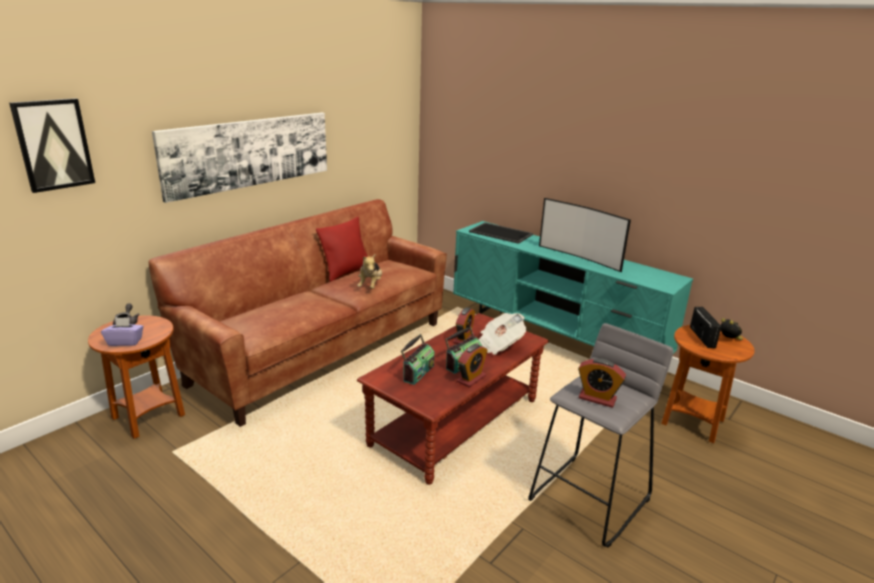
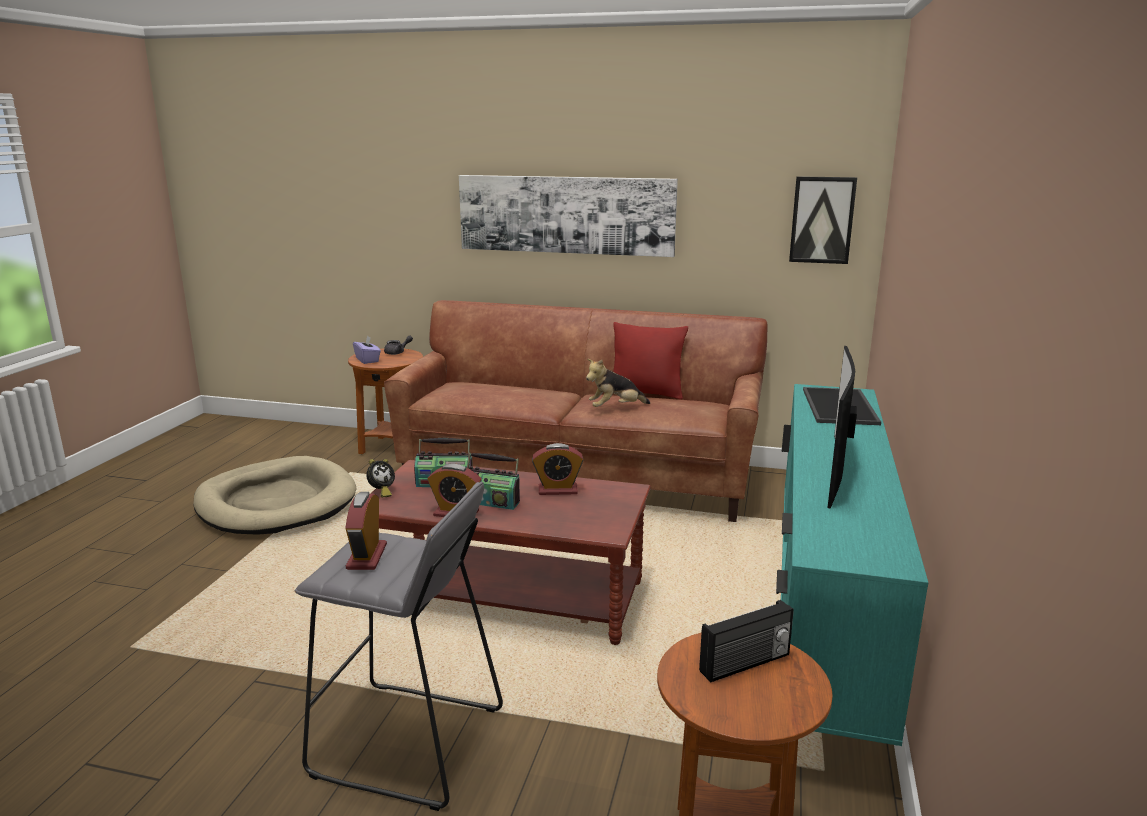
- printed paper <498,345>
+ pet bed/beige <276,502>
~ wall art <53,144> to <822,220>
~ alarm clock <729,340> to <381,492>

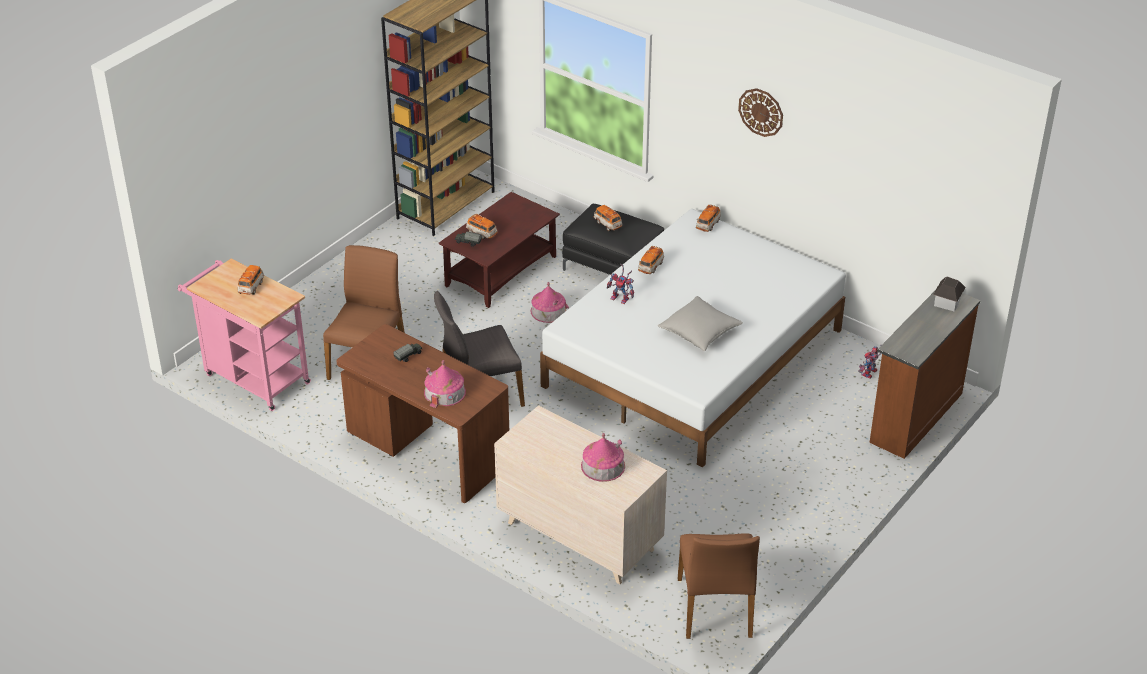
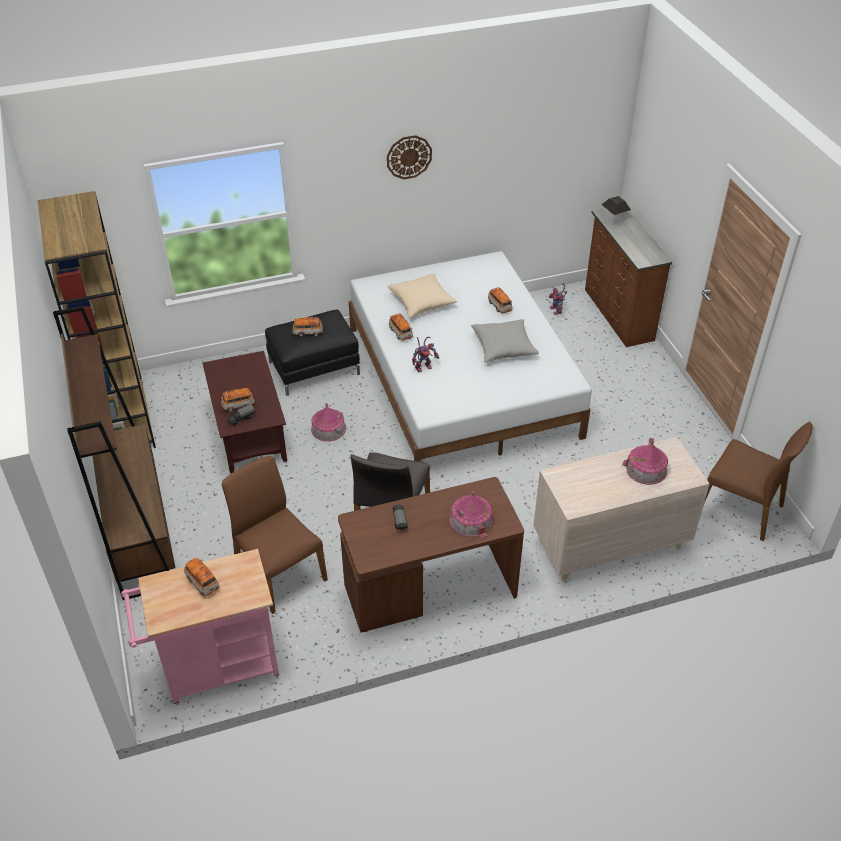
+ bookcase/brownish <139,531>
+ throw pillow/beige <421,302>
~ model car <708,225> to <499,306>

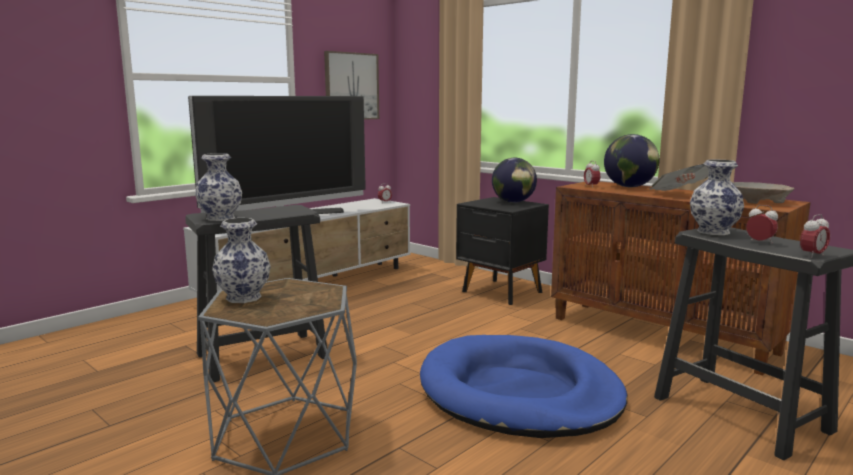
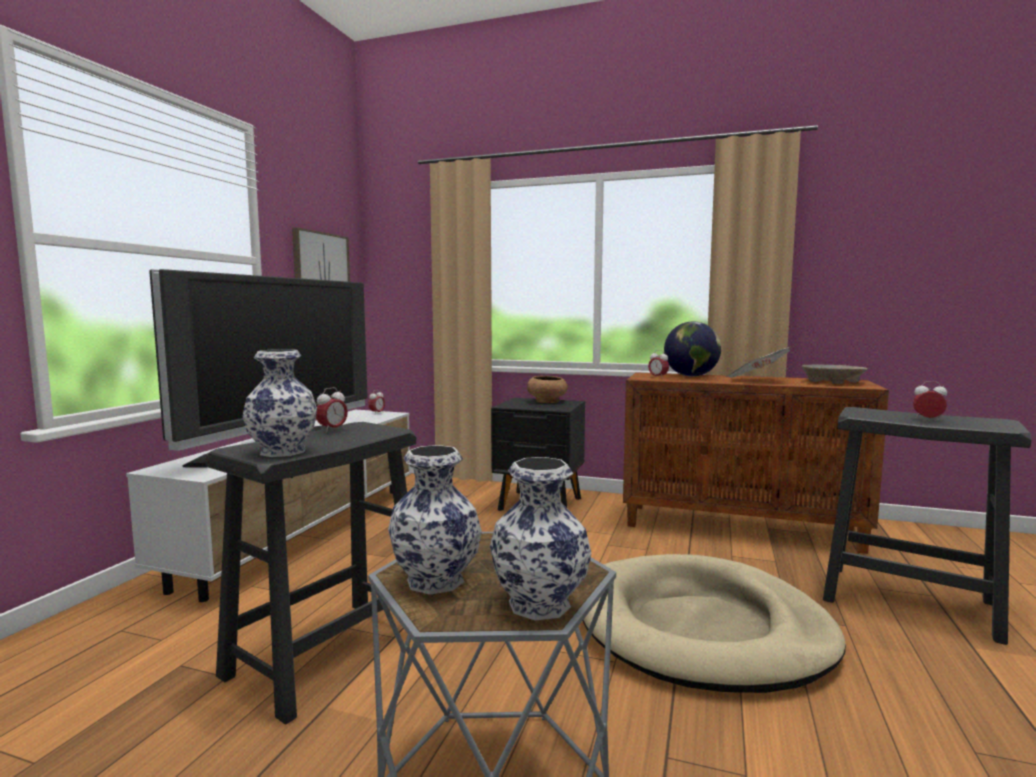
~ decorative vase <713,231> to <540,603>
~ alarm clock <812,255> to <332,430>
~ globe <513,202> to serving bowl/brownish <547,401>
~ pet bed/bluish <519,393> to pet bed/beige <701,628>

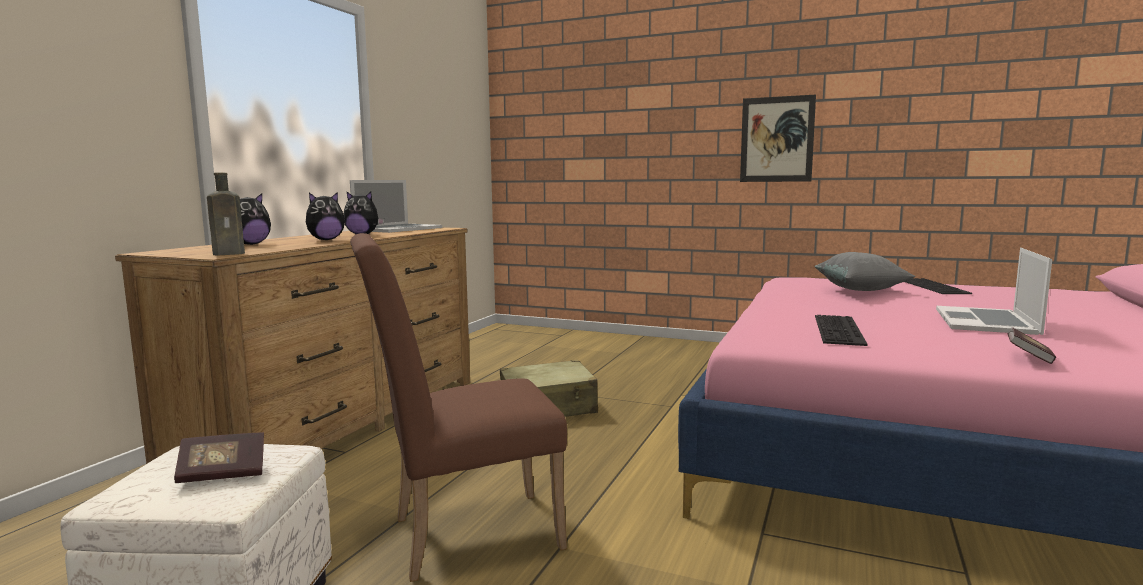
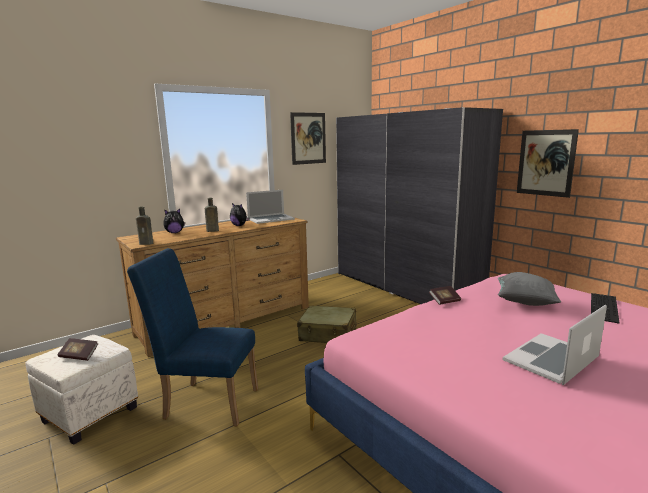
- PC keyboard <841,330>
+ wall art <308,138>
+ wardrobe/gray <404,287>
~ bound book <1029,358> to <444,301>
~ cuddly toy <326,240> to drink bottle/brownish <211,231>
~ chair/brownish <462,534> to chair/bluish <206,401>

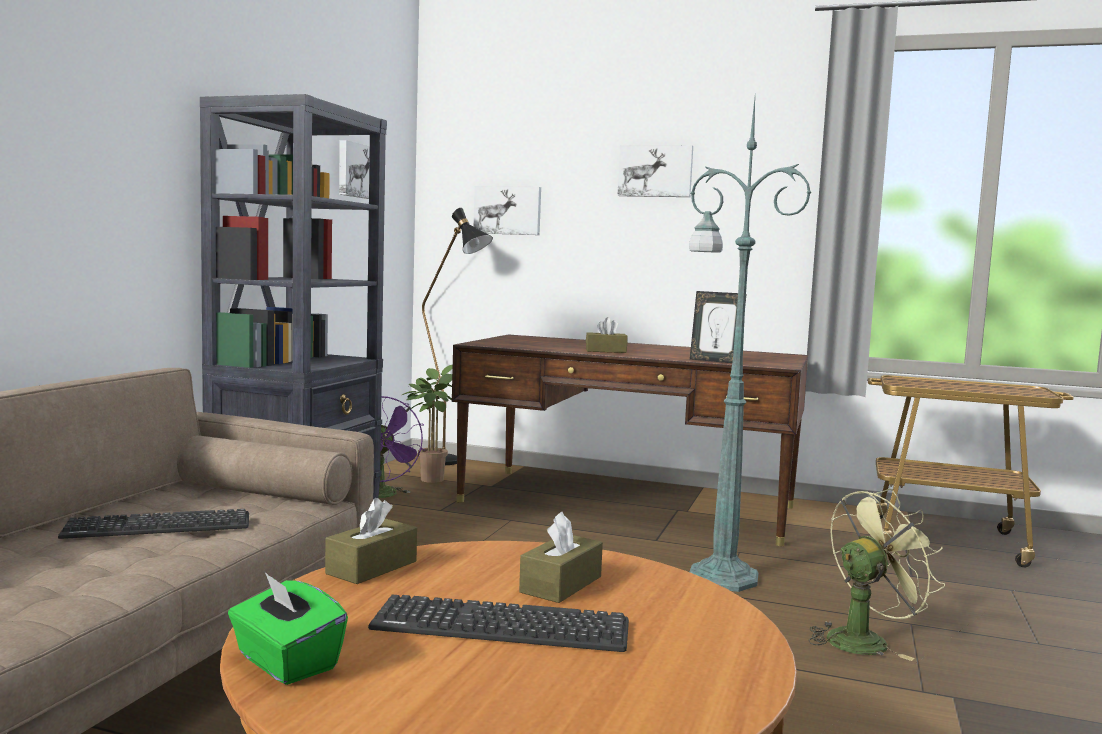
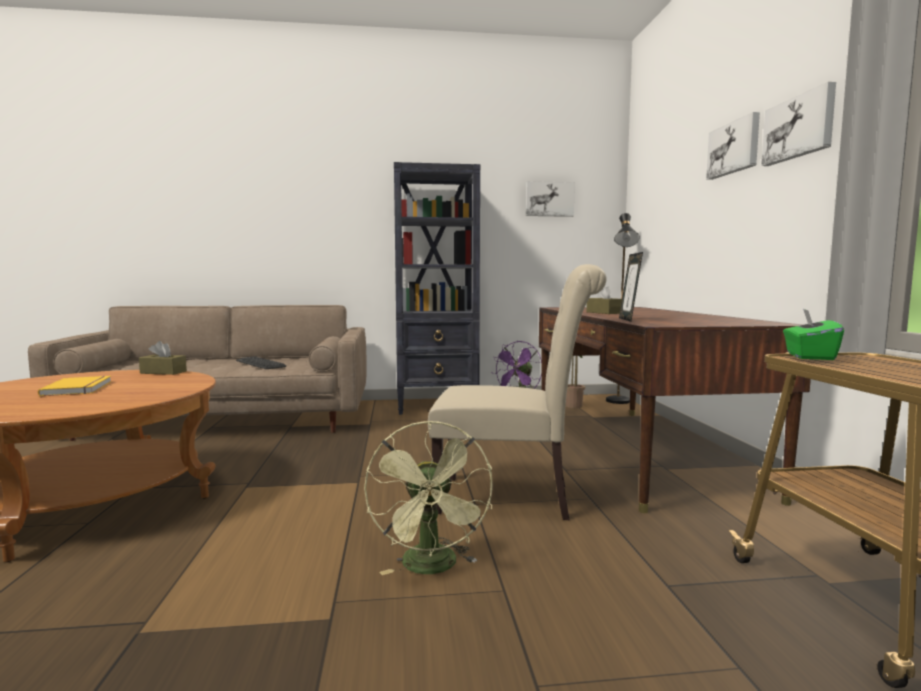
- tissue box/brownish <561,584>
~ tissue box/greenish <285,662> to <809,356>
~ wall art <508,210> to <799,127>
~ PC keyboard <501,626> to bound book/yellow-coloured <80,388>
~ standing lamp/greenish <719,576> to chair/beige <514,498>
~ fan/greenish <865,640> = <432,568> 45 degrees clockwise

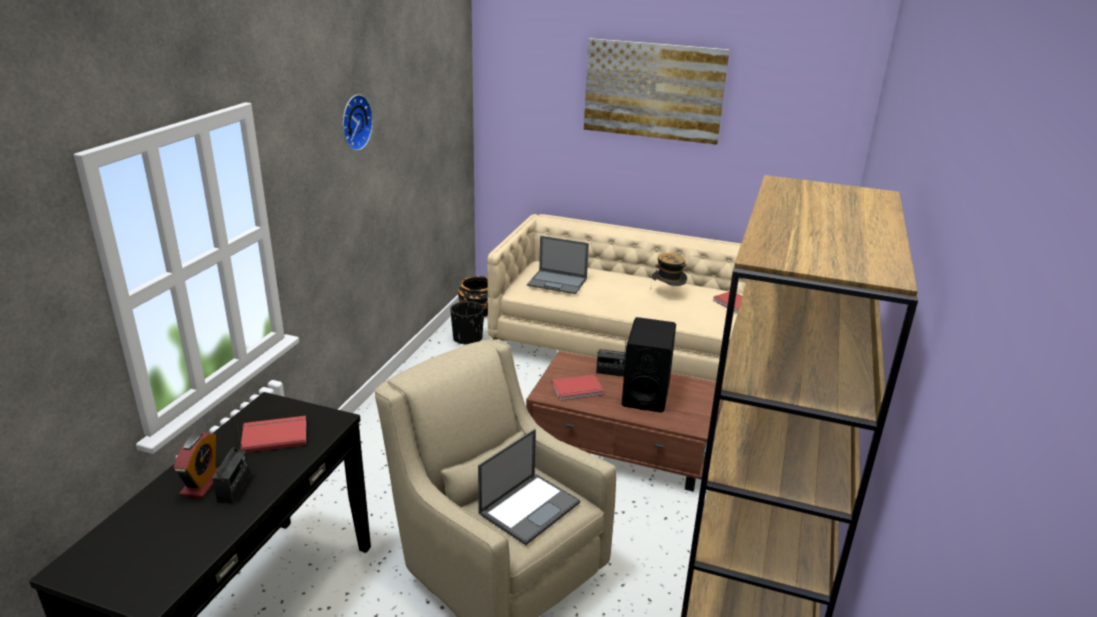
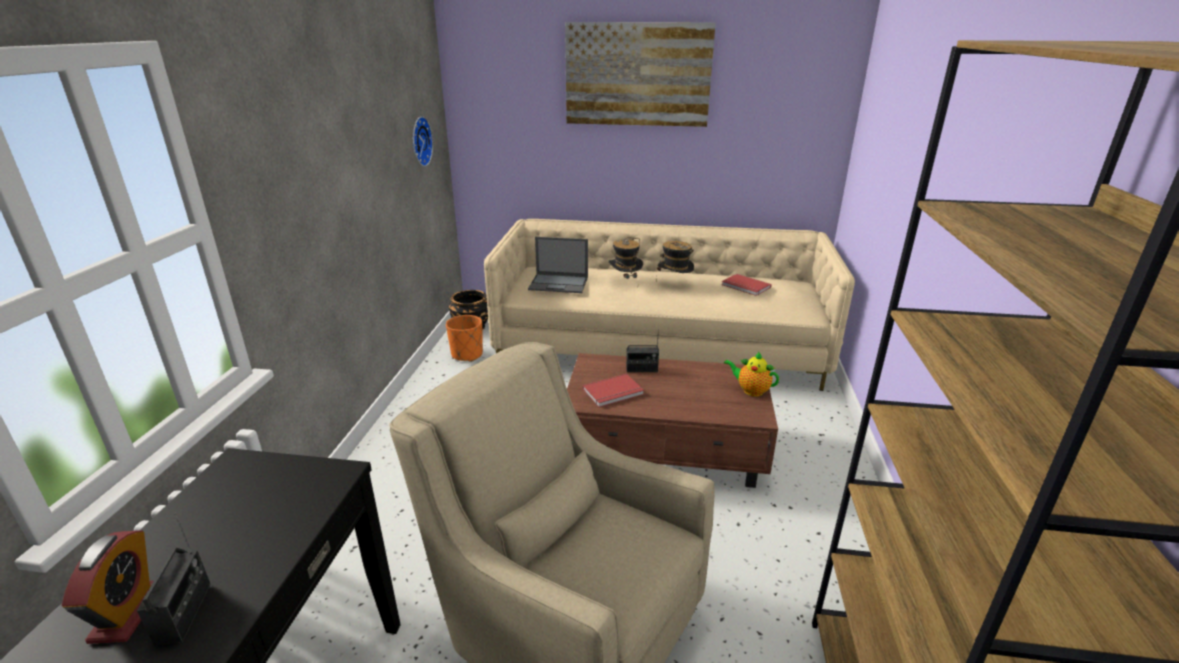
- bound book/reddish <274,435>
- notebook computer <530,507>
- loudspeaker/blackish <645,394>
+ hat <625,282>
+ tea pot <750,390>
~ clock on the wall <353,122> to <419,141>
~ planter/blackish <468,338> to planter/orange-coloured <467,354>

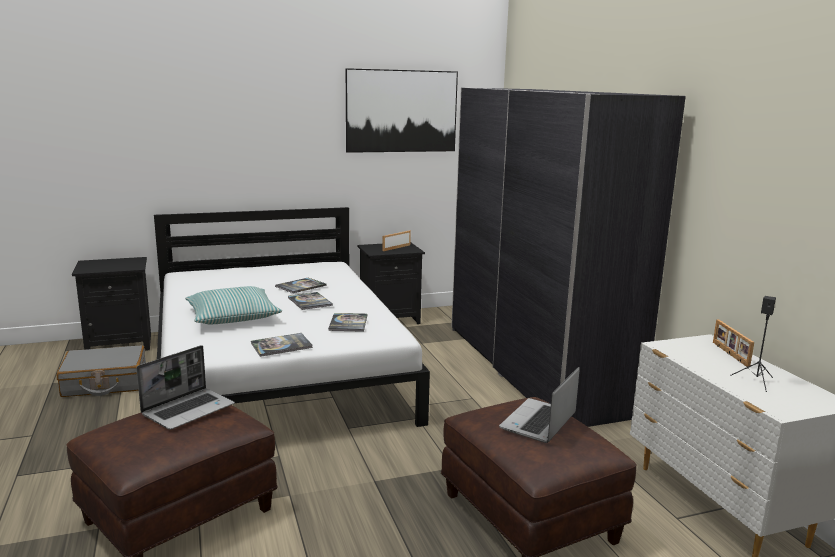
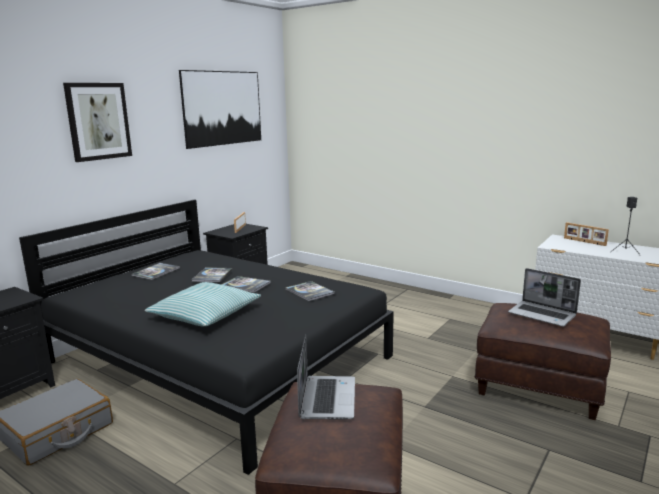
- wardrobe/gray <533,368>
+ wall art <98,121>
~ bound book <281,345> to <156,272>
~ bedroom bed/white-coloured <278,372> to bedroom bed/blackish <219,359>
~ notebook computer <539,423> = <543,315> 45 degrees counterclockwise

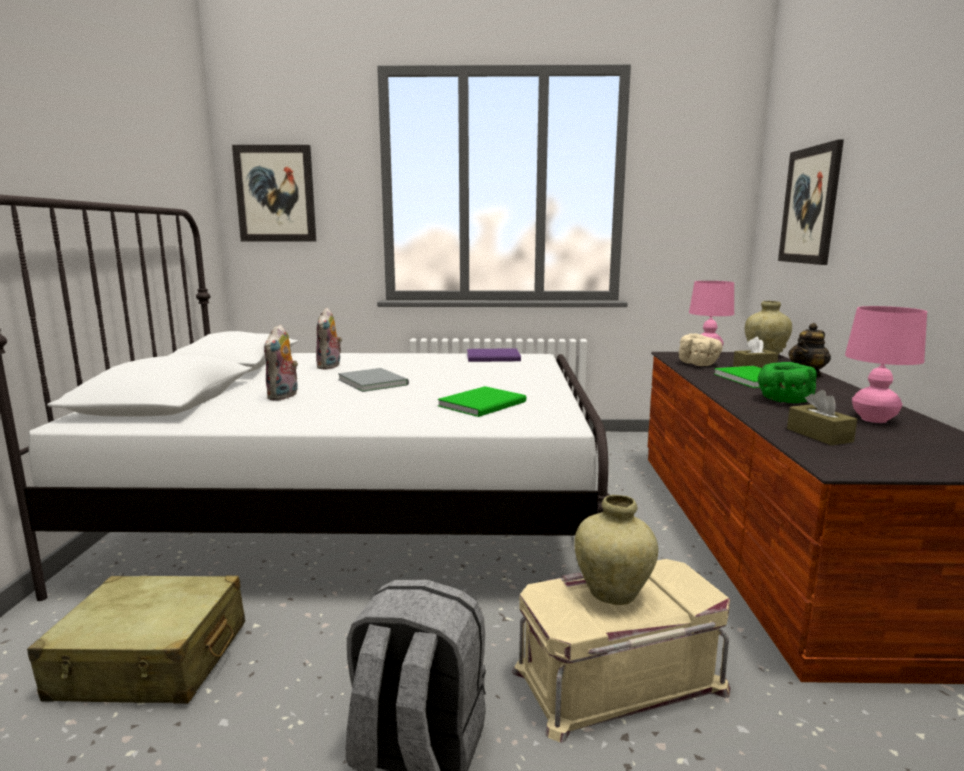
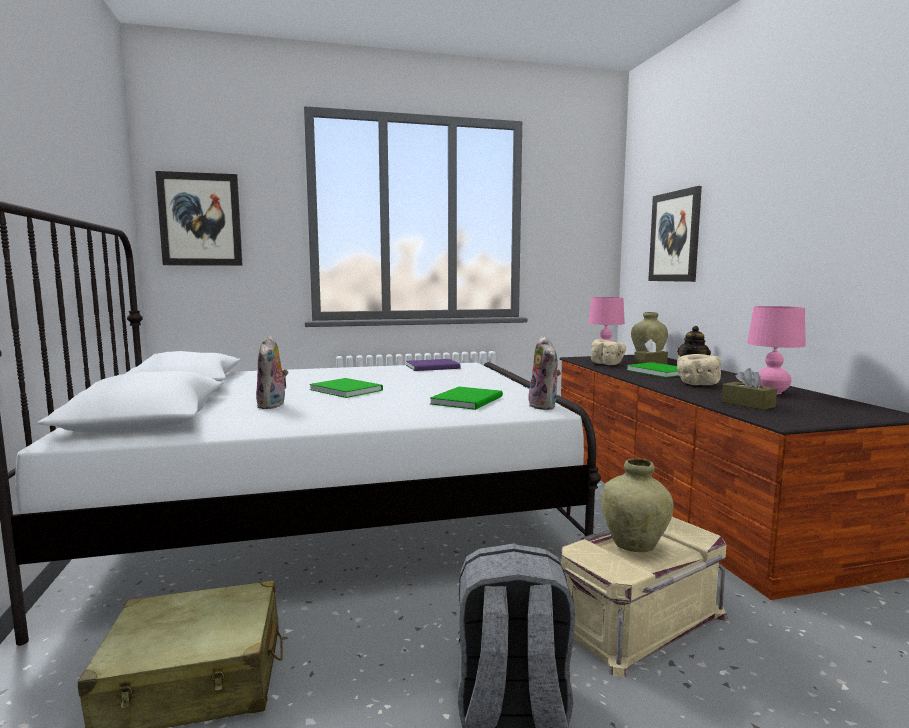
~ cuddly toy <330,367> to <545,406>
~ bound book/gray <373,381> to bound book/greenish <346,389>
~ serving bowl/greenish <783,401> to serving bowl/beige <697,384>

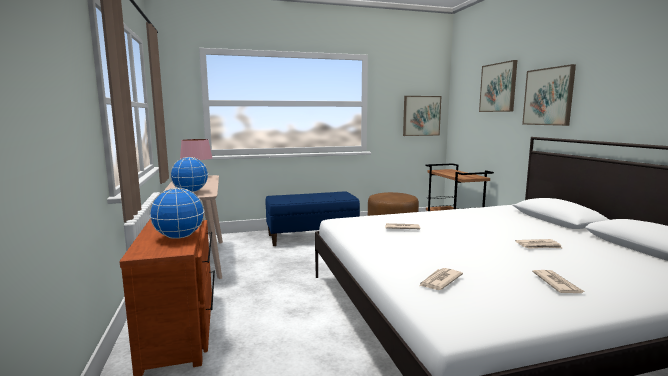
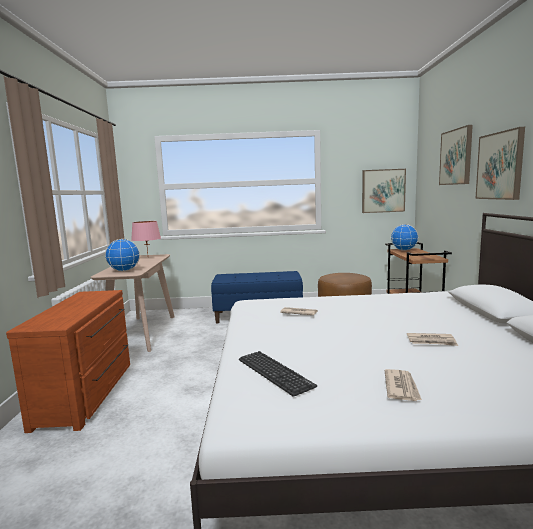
~ globe <179,237> to <404,250>
~ printed paper <439,281> to PC keyboard <274,373>

